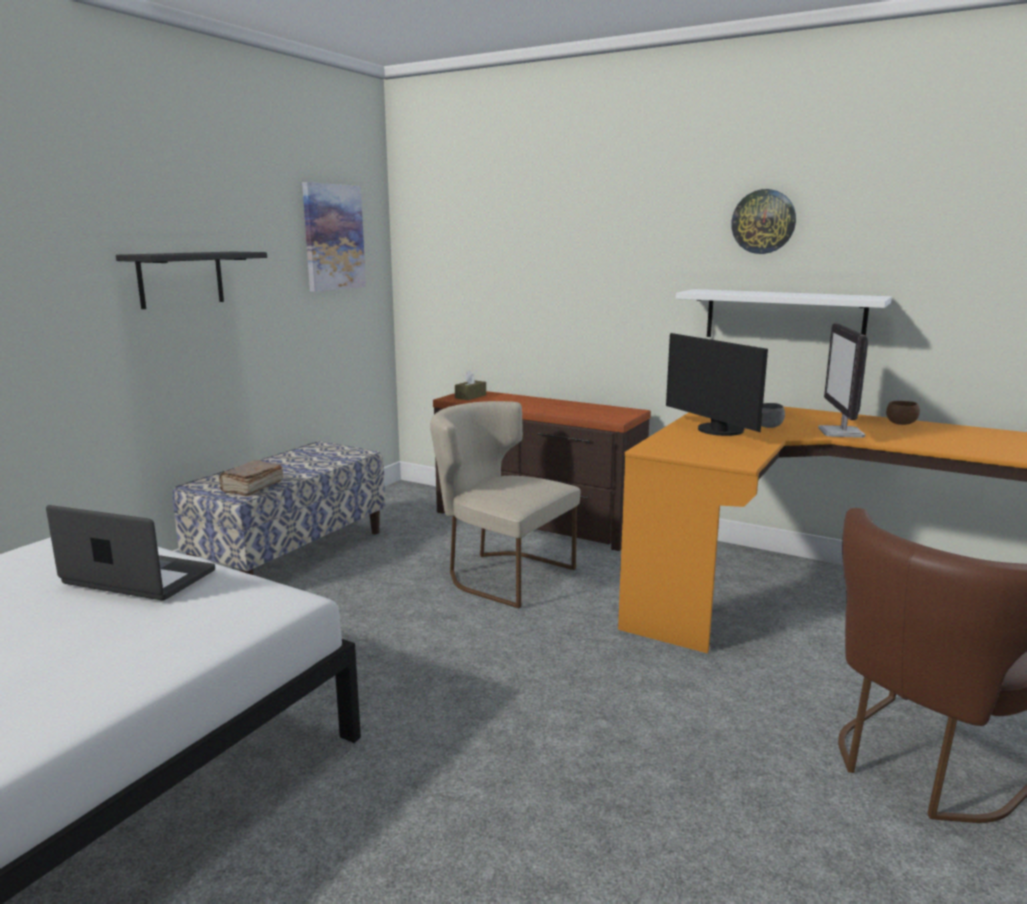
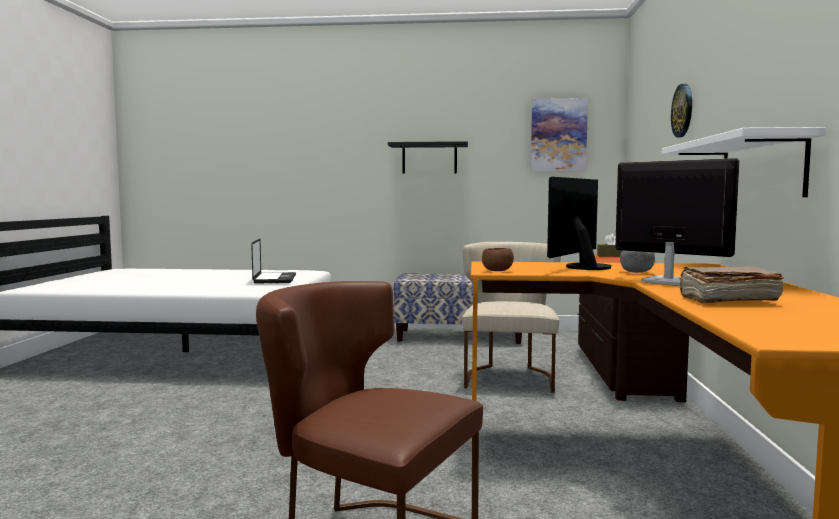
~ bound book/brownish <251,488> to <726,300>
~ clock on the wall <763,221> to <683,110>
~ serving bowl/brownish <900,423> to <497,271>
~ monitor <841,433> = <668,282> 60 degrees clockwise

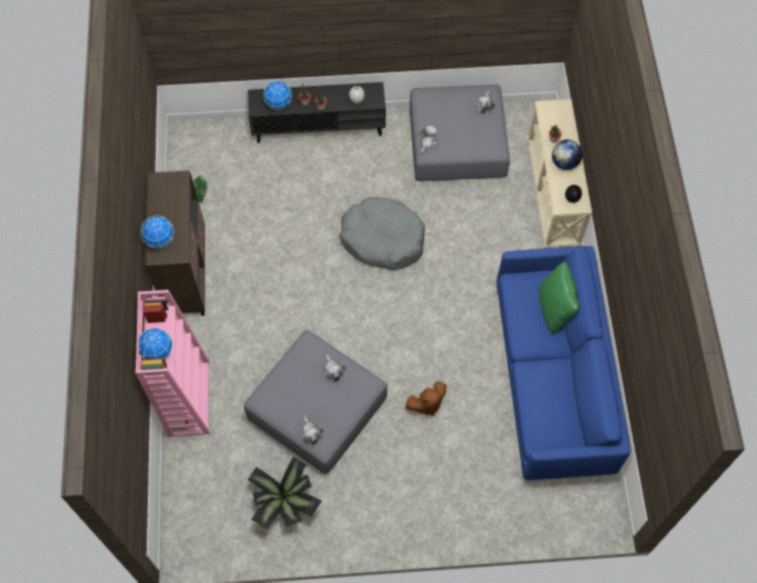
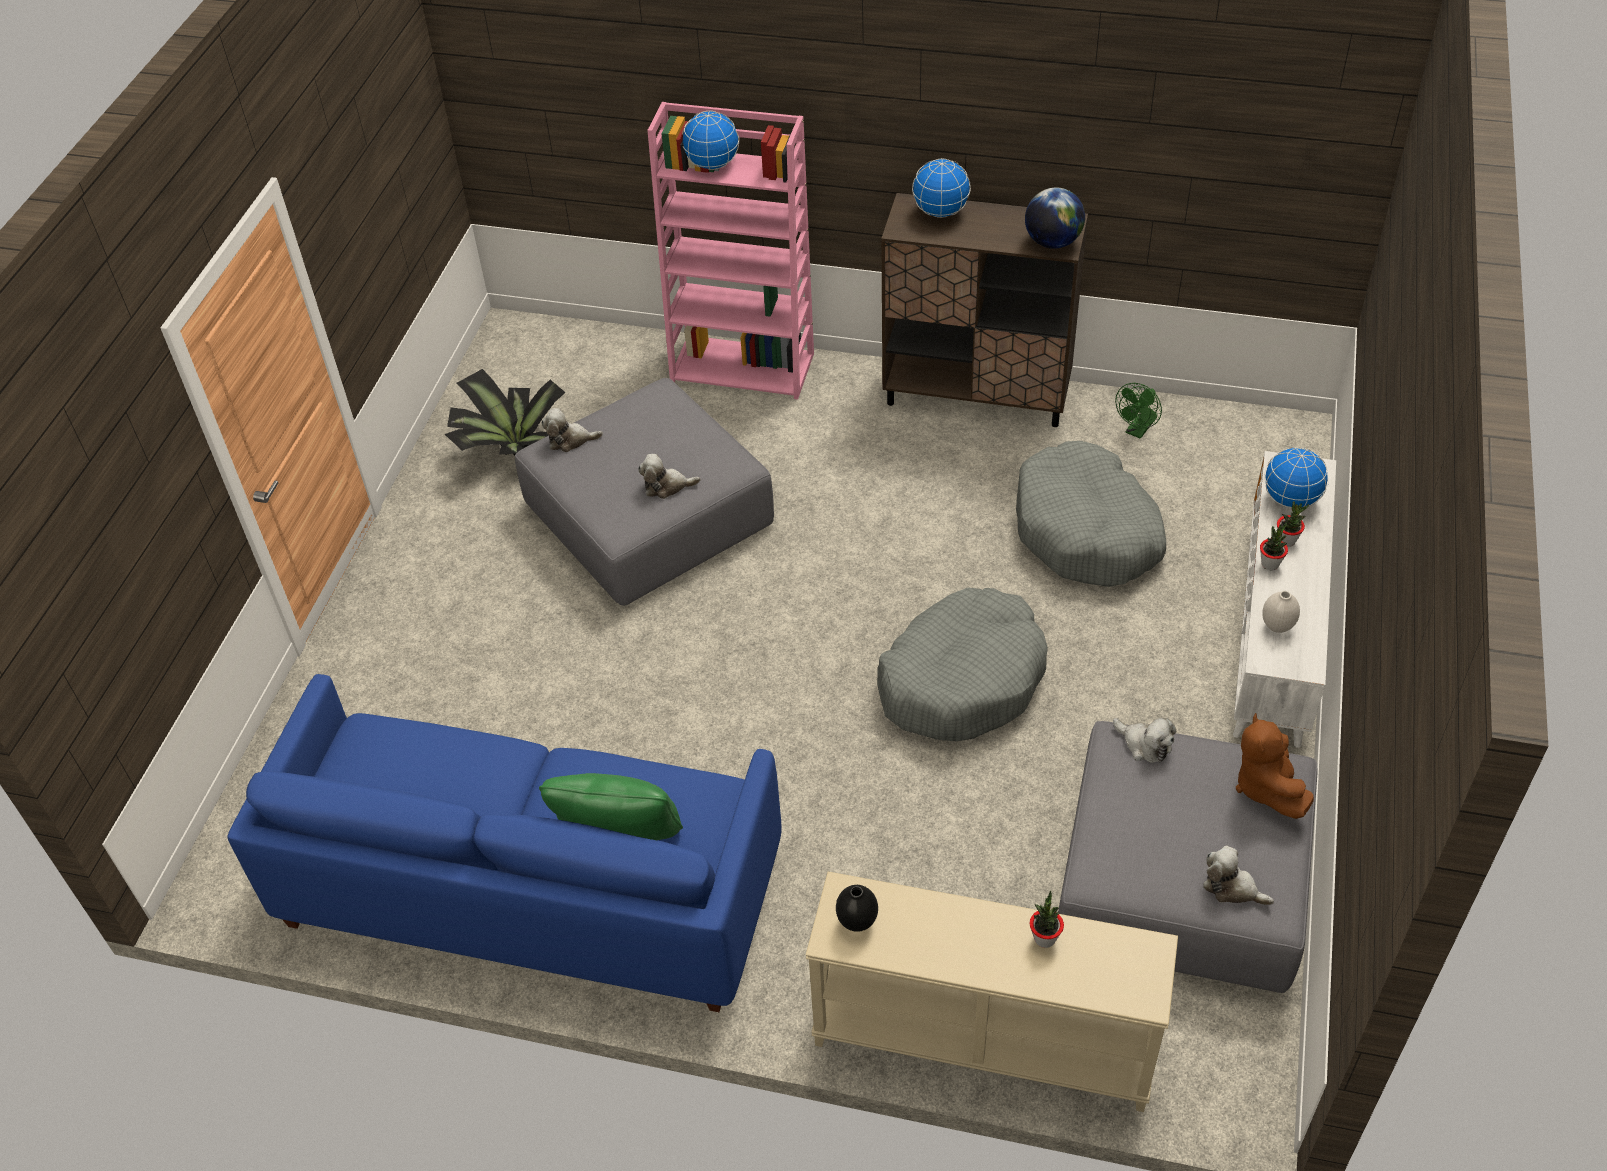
+ pet bed/gray <1086,531>
~ cuddly toy/brownish <426,404> to <1266,786>
~ globe <564,163> to <1052,242>
~ tv unit/blackish <319,127> to tv unit/white-coloured <1275,633>

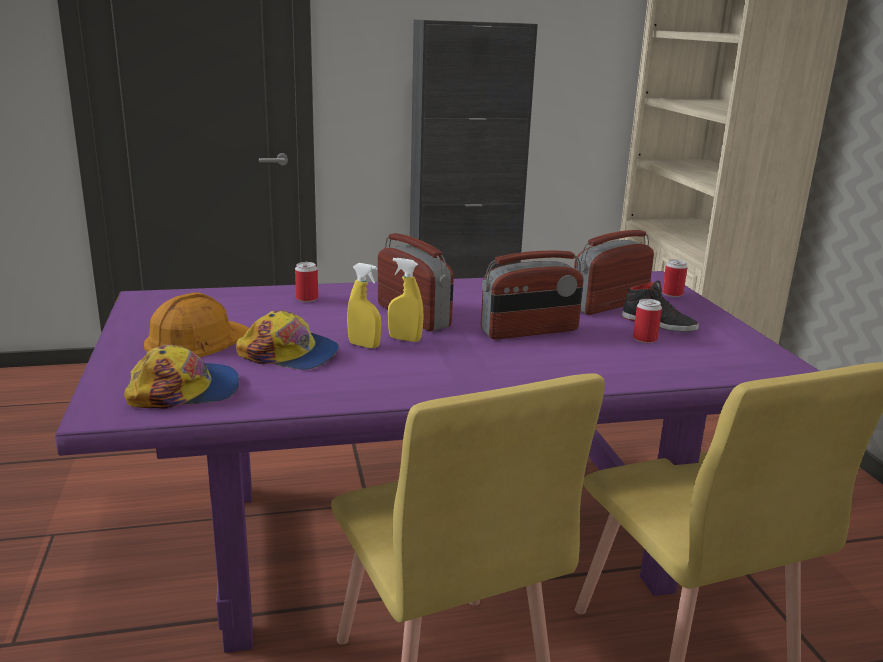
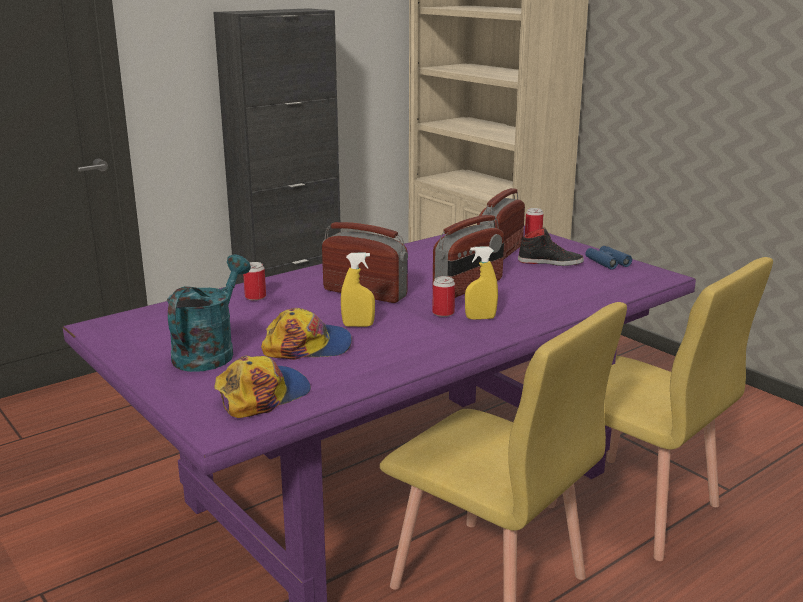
+ binoculars/bluish <607,262>
~ spray bottle/yellow-coloured <405,339> to <480,318>
~ sealed can <644,339> to <443,313>
~ work helmet/orange-coloured <197,339> to watering pot/blue-green <209,352>

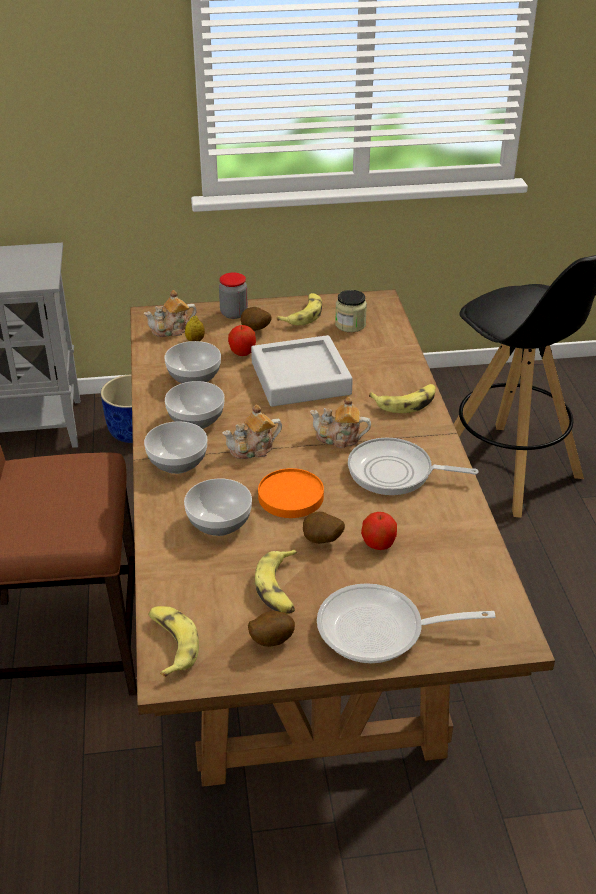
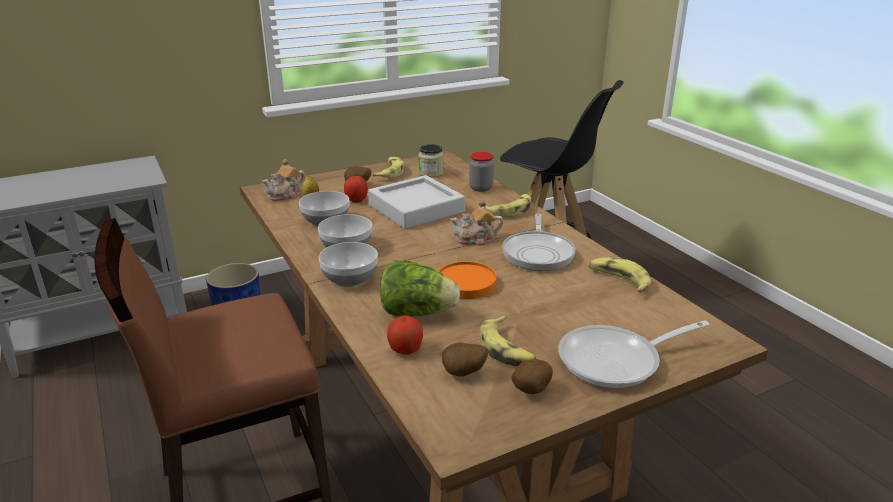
- tea pot <253,449>
~ banana <171,644> to <618,280>
~ preserve jar <234,313> to <481,188>
~ whole potato <322,541> to <463,374>
~ apple <378,544> to <405,350>
~ serving bowl <219,522> to lettuce <417,313>
~ frying pan <395,473> = <538,253> 75 degrees counterclockwise

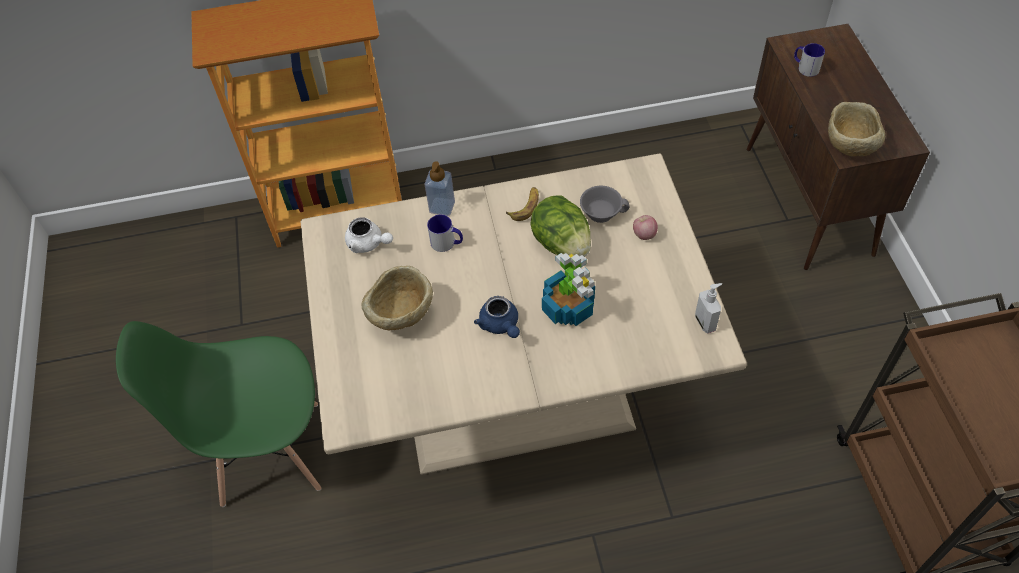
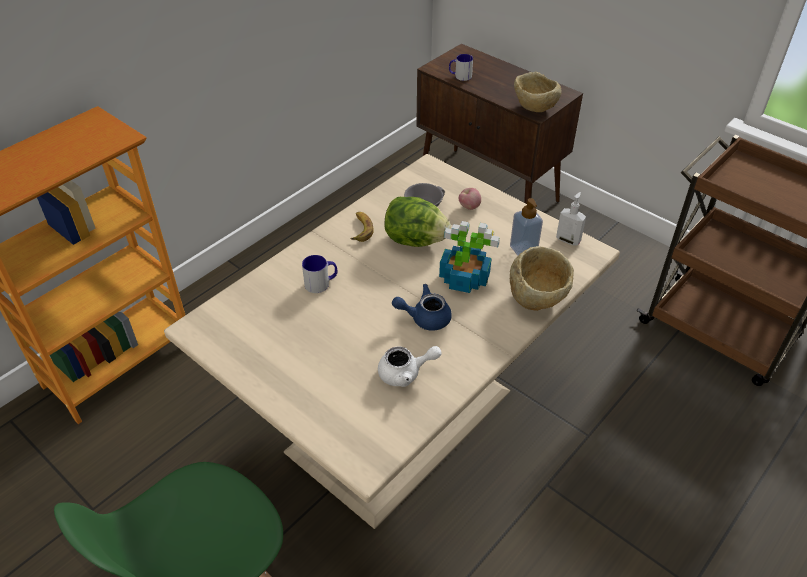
~ tea pot/white-coloured <368,244> to <405,373>
~ serving bowl/beige <402,317> to <538,299>
~ liquid soap bottle <442,207> to <523,249>
~ tea pot/bluish <500,325> = <425,318> 150 degrees clockwise

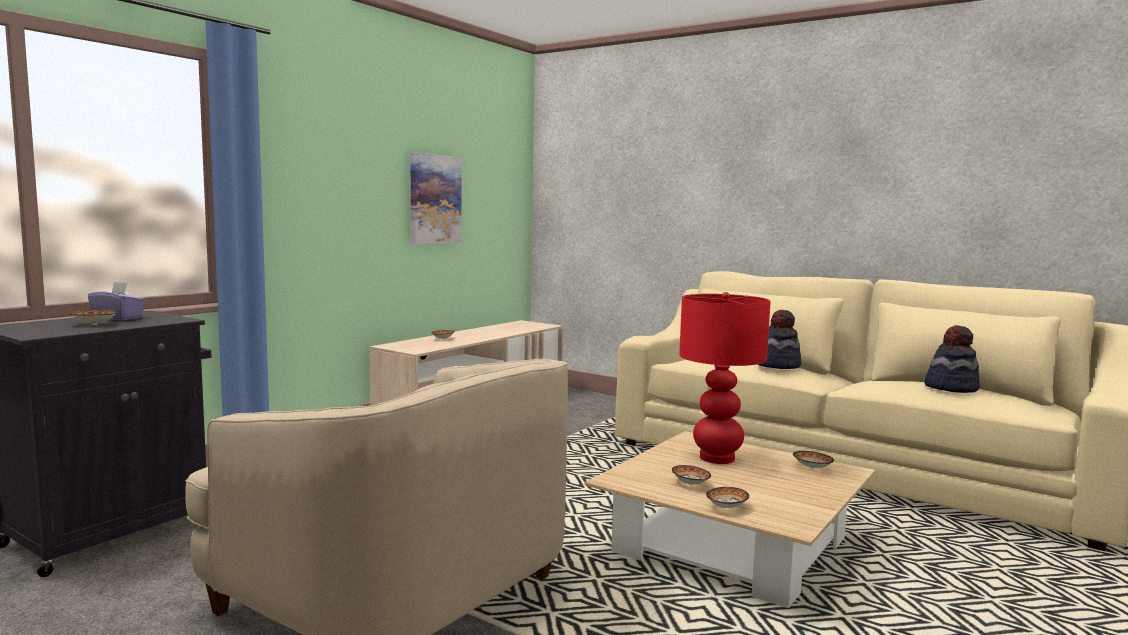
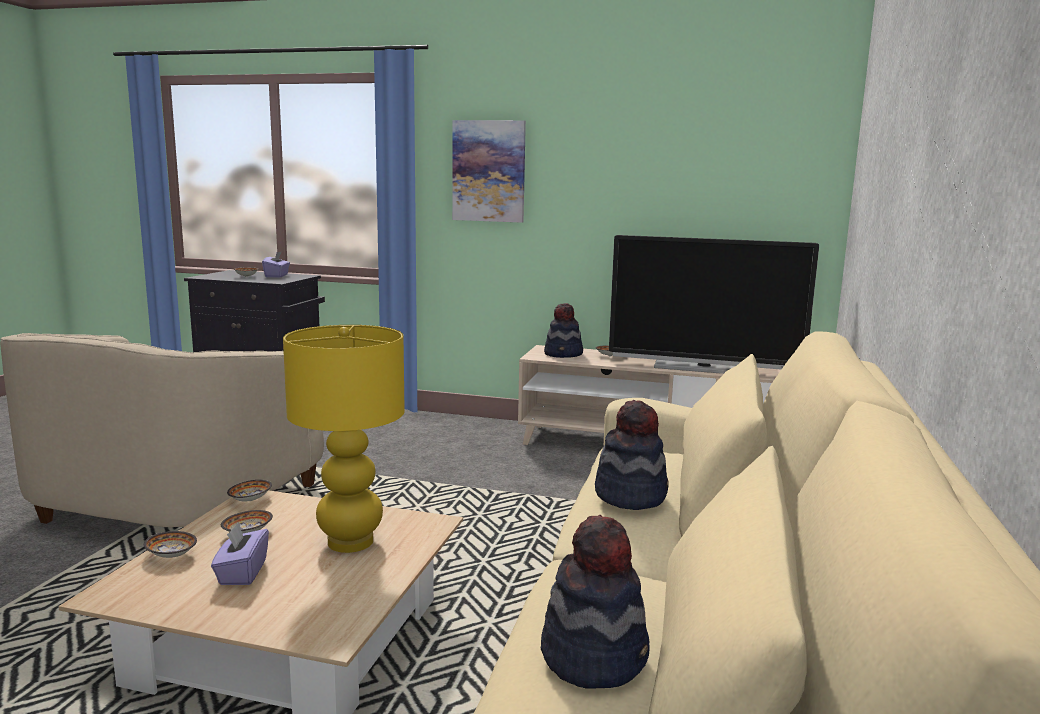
+ tissue box/purple-coloured <242,573>
+ hat <564,354>
+ TV <703,368>
~ wall art <434,199> to <489,171>
~ serving bowl <812,467> to <251,500>
~ tabletop lamp/reddish <717,458> to tabletop lamp/yellow-coloured <349,542>

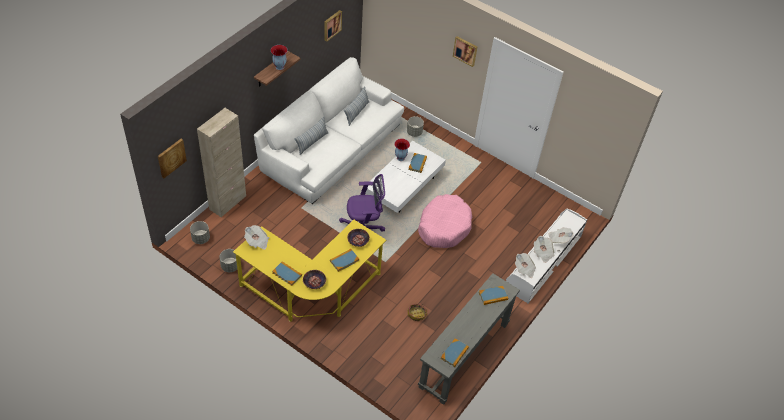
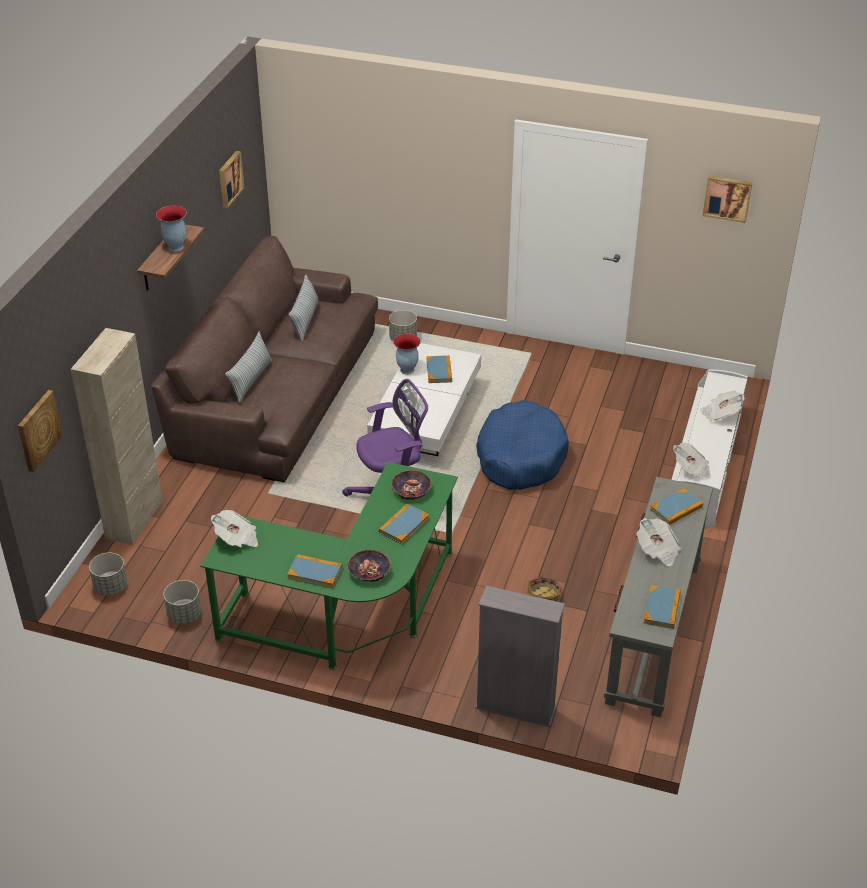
+ bookcase/gray <515,708>
~ wall art <465,50> to <727,198>
~ printed paper <543,253> to <657,551>
~ desk/yellow-coloured <312,292> to desk/greenish <350,613>
~ settee/white-coloured <331,147> to settee/brownish <276,392>
~ pet bed/pink <444,226> to pet bed/bluish <520,456>

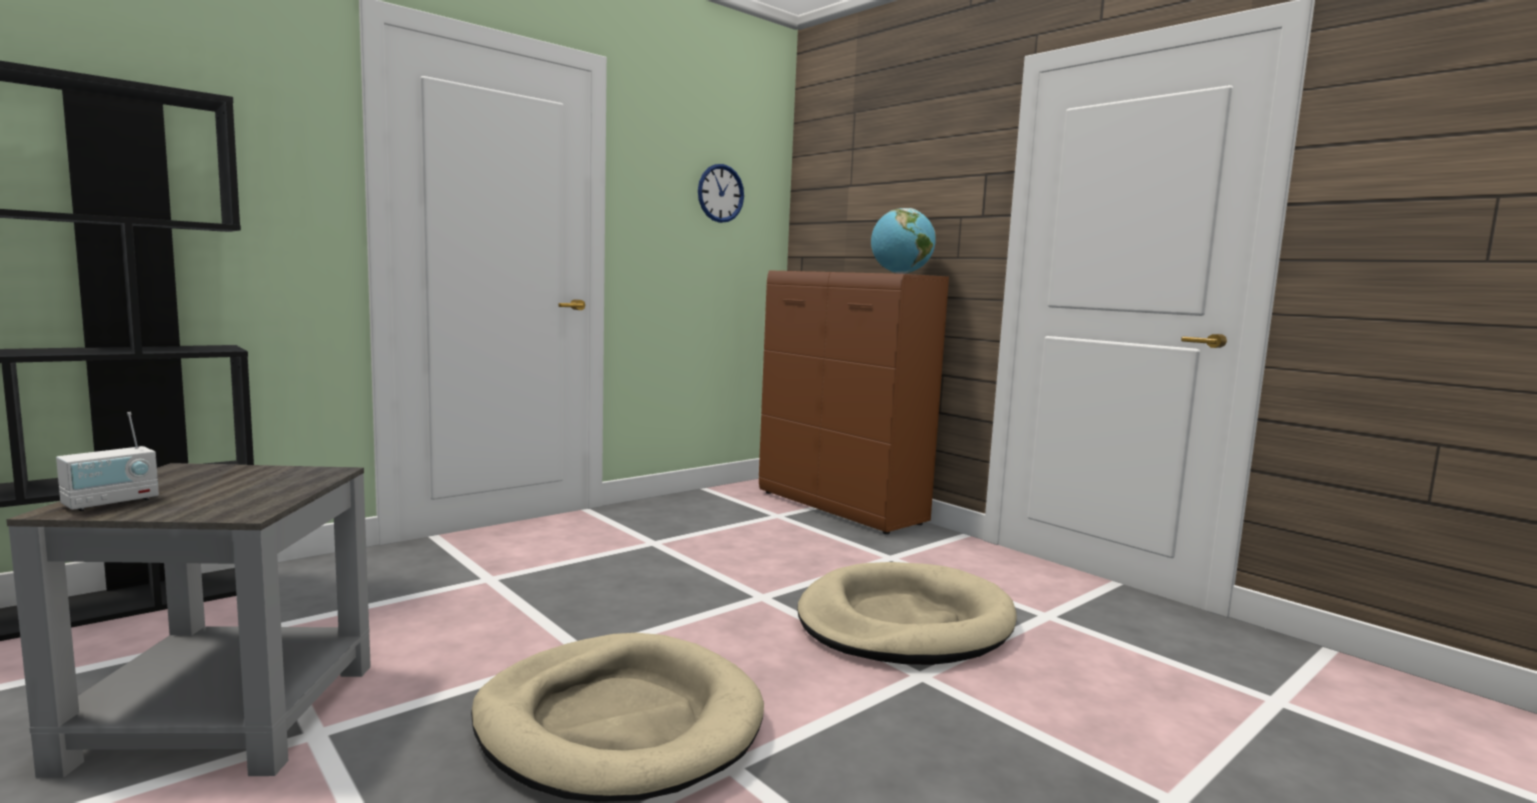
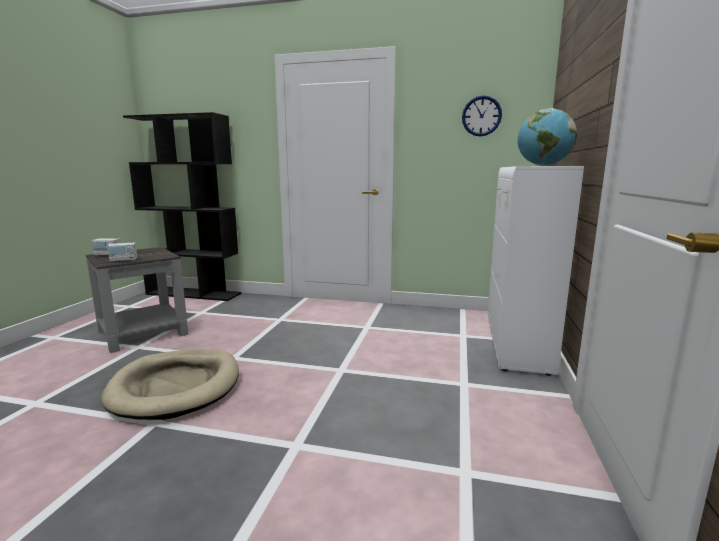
- pet bed/beige <904,622>
+ radio set <124,260>
~ cabinet/brownish <841,508> to cabinet/white-coloured <517,345>

